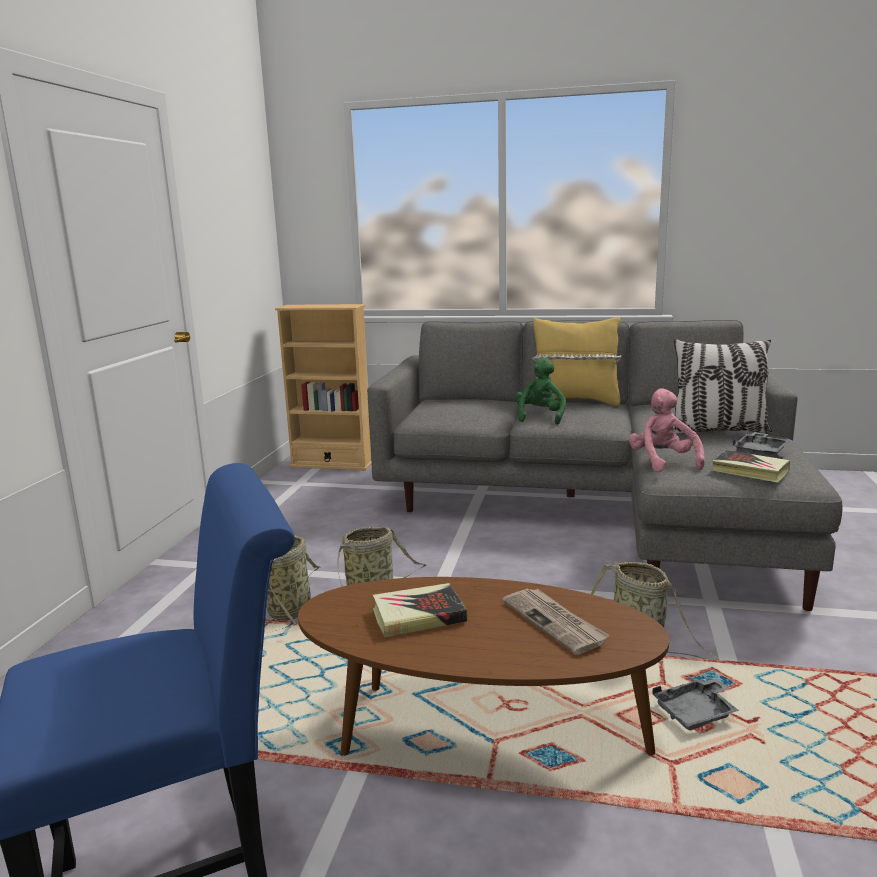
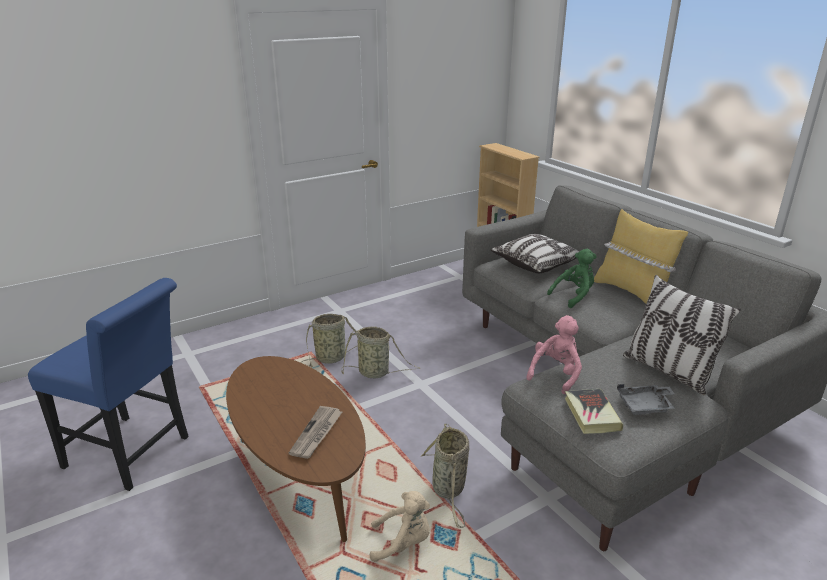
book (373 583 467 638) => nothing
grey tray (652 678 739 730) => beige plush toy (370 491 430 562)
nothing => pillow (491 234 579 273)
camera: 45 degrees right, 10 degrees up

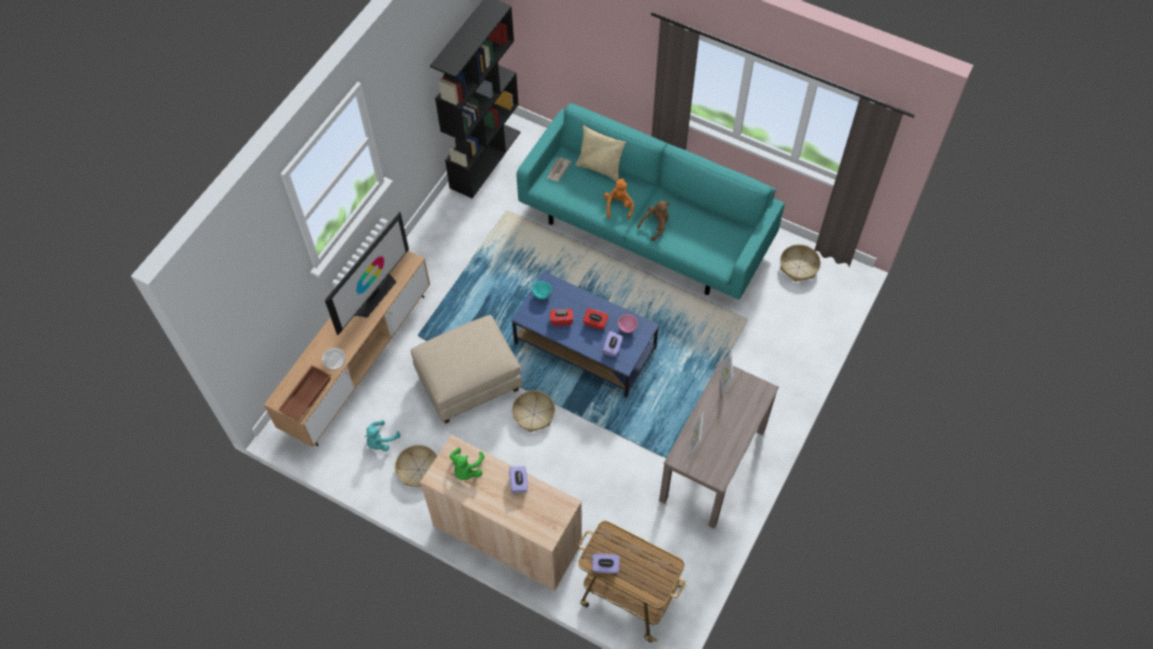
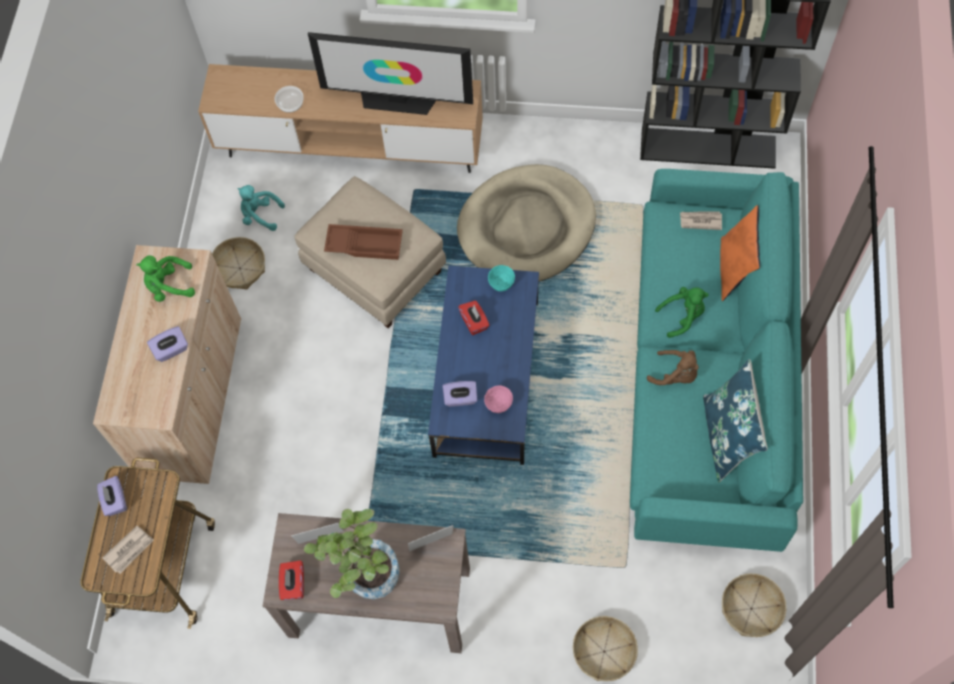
brown tray (278 365 331 421) => brown tray (324 224 403 260), relocated
basket (512 390 555 432) => basket (573 616 638 681), relocated
beige pillow (575 125 626 181) => orange pillow (720 205 760 301)
red tissue box (583 308 609 330) => red tissue box (279 560 304 600), relocated
orange plush toy (604 178 634 219) => green plush toy (655 287 709 338)
nothing => newspaper (102 526 154 574)
nothing => potted plant (304 509 400 599)
nothing => beige dog bed (457 164 596 282)
nothing => blue pillow (703 359 768 483)
camera: 70 degrees right, 5 degrees up

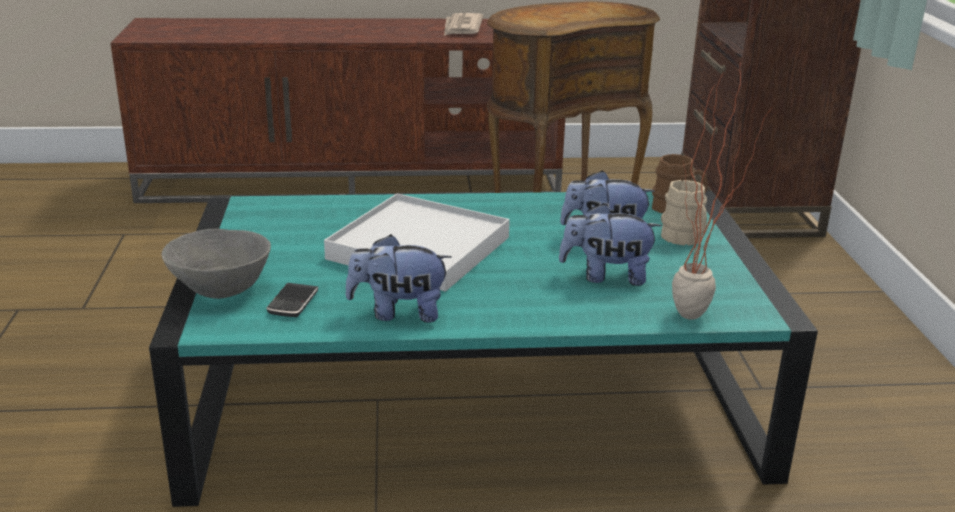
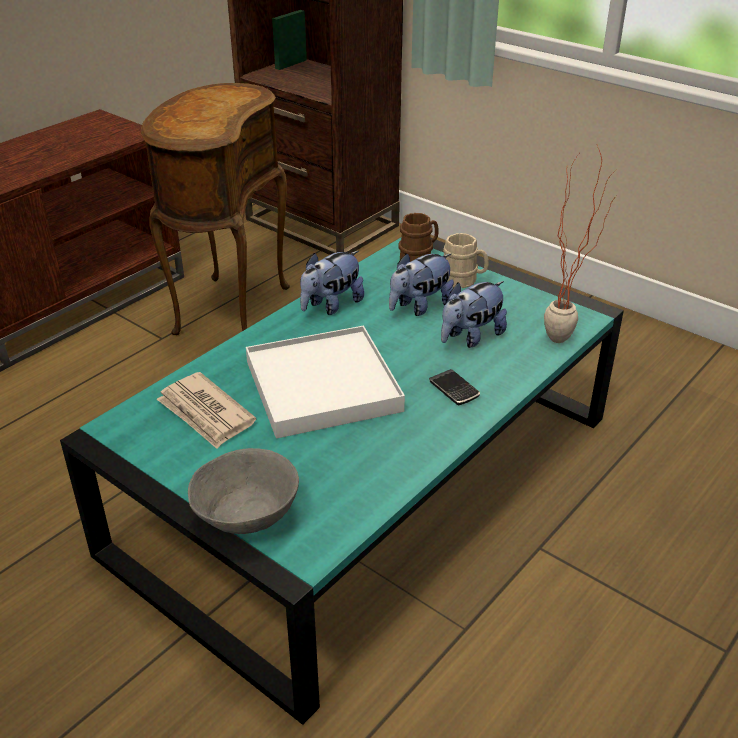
phone (266 283 318 317) => phone (429 369 480 405), relocated
plush toy (346 234 452 323) => plush toy (300 251 364 315), relocated
newspaper (444 13 483 36) => newspaper (157 372 256 449), relocated
camera: 45 degrees left, 10 degrees up

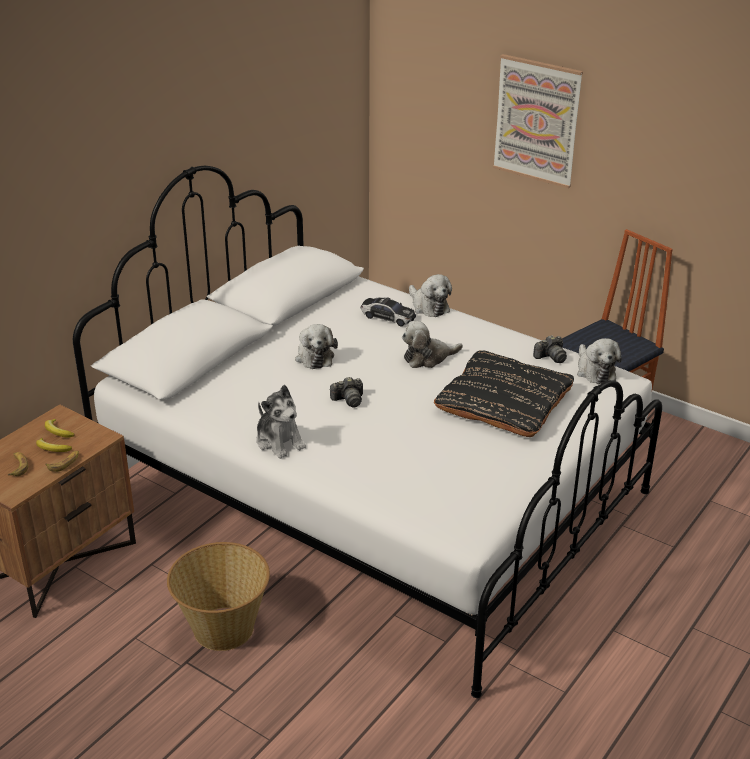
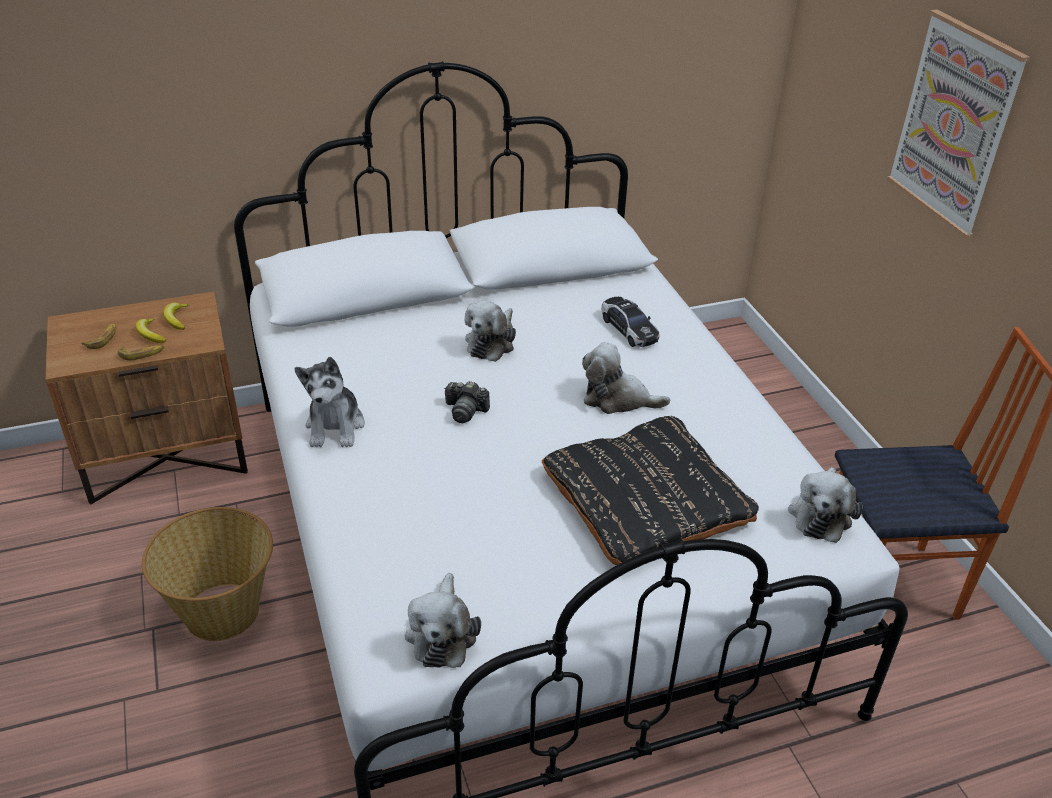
plush toy (409 274 452 317) => plush toy (405 573 481 668), relocated
photo camera (533 335 567 363) => nothing
camera: 35 degrees right, 5 degrees up

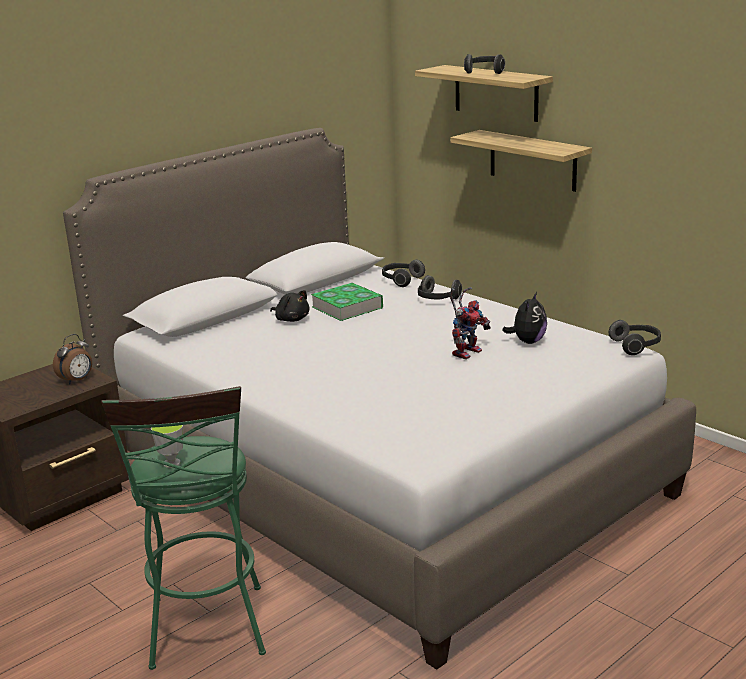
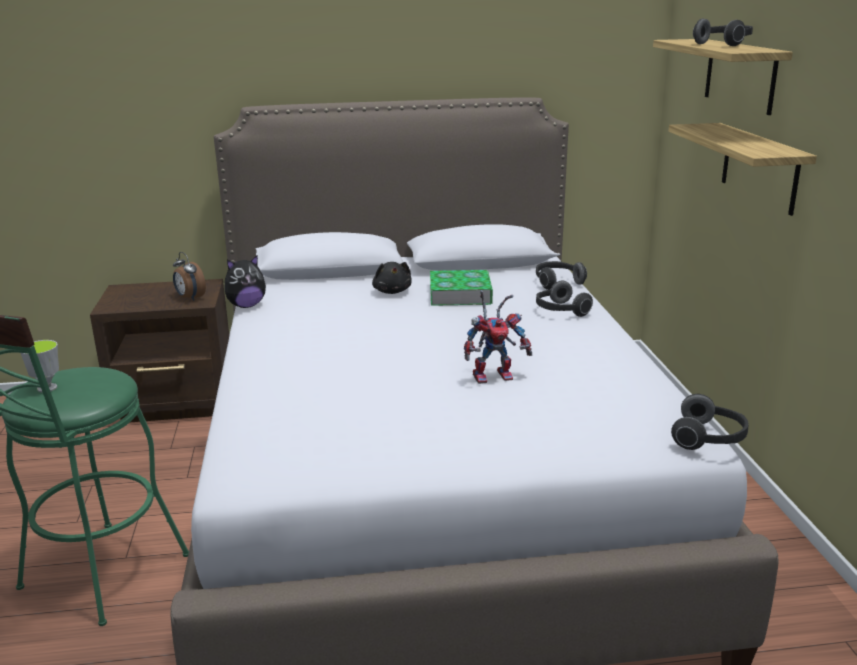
alarm clock (53 334 92 384) => alarm clock (173 252 206 301), 60 degrees clockwise
plush toy (502 292 547 344) => plush toy (224 255 266 308), relocated
camera: 35 degrees right, 0 degrees up

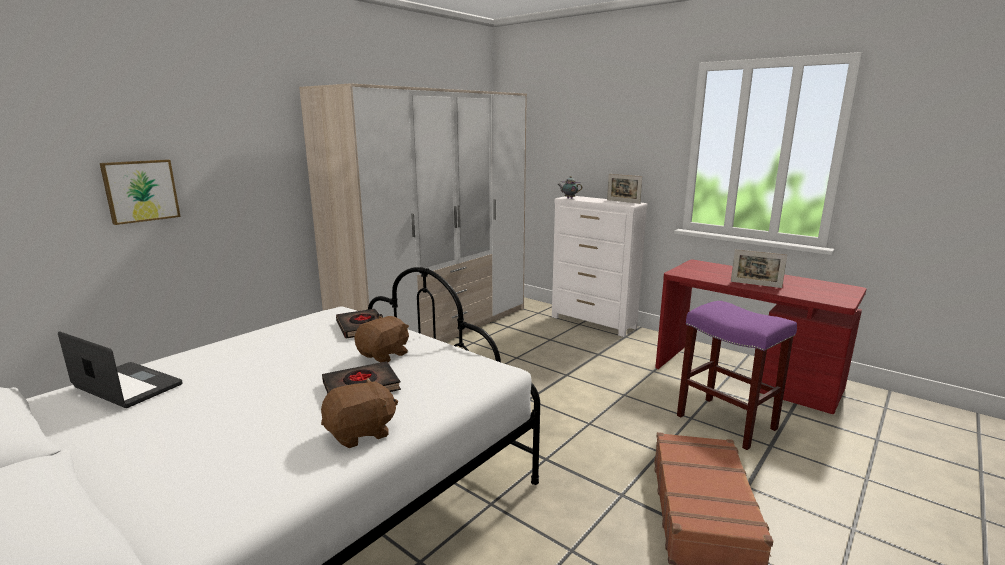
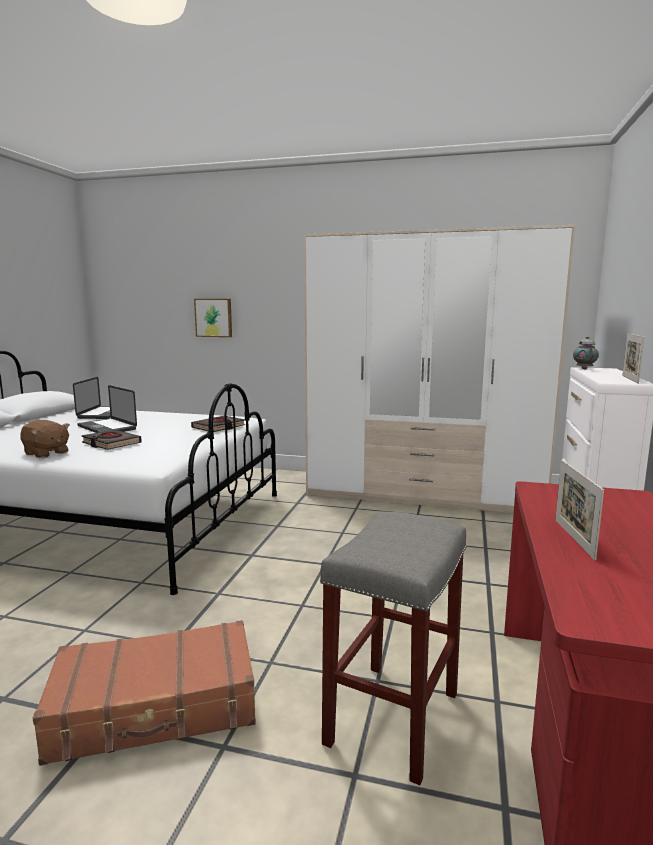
brown plush toy (354 316 409 362) => nothing
purple stool (677 301 797 450) => grey stool (320 511 467 785)
nothing => laptop (77 385 137 433)
camera: 65 degrees right, 5 degrees down

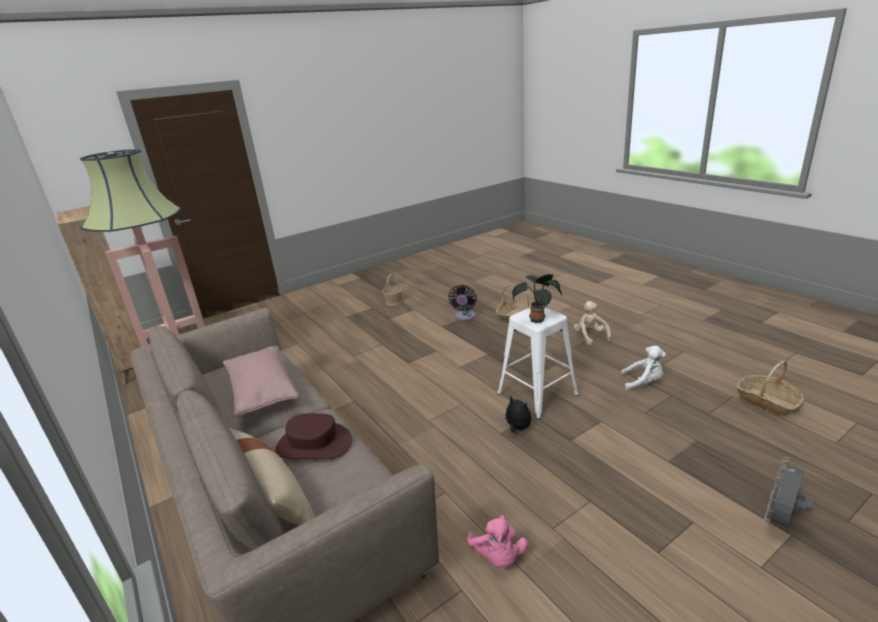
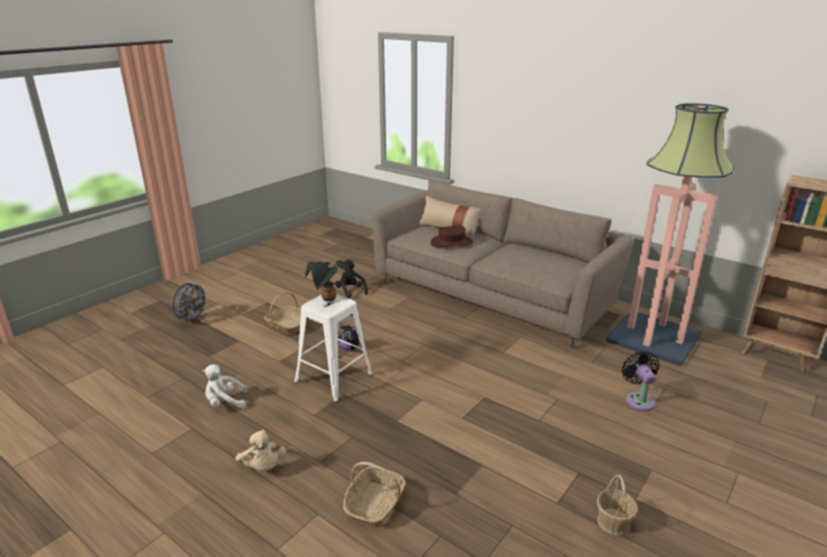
pink pillow (223 346 299 417) => nothing
black fan (448 285 477 321) => black fan (622 351 659 411), relocated
pink plush toy (467 515 528 568) => black plush toy (335 260 368 299)
basket (737 360 804 417) => basket (264 292 308 335), relocated
camera: 160 degrees right, 0 degrees up

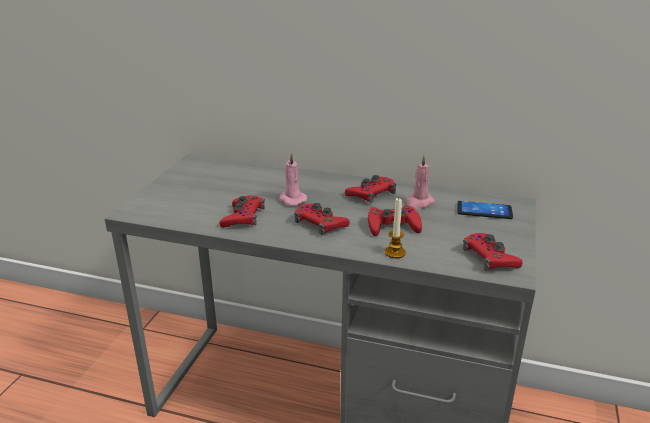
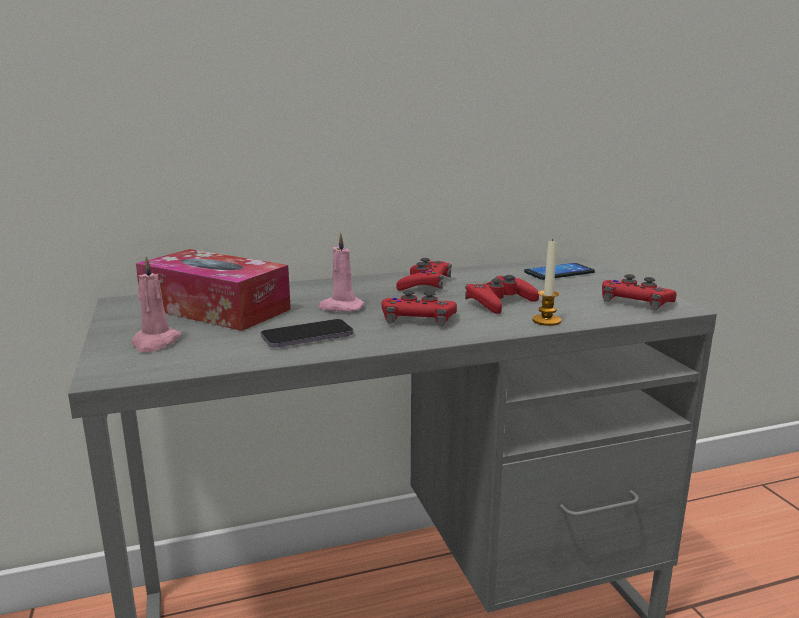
red game controller (219 195 265 228) => phone (261 319 354 347)
pink candle (406 155 435 209) => pink candle (131 256 182 352), relocated
nothing => tissue box (136 249 291 331)
camera: 35 degrees left, 10 degrees down

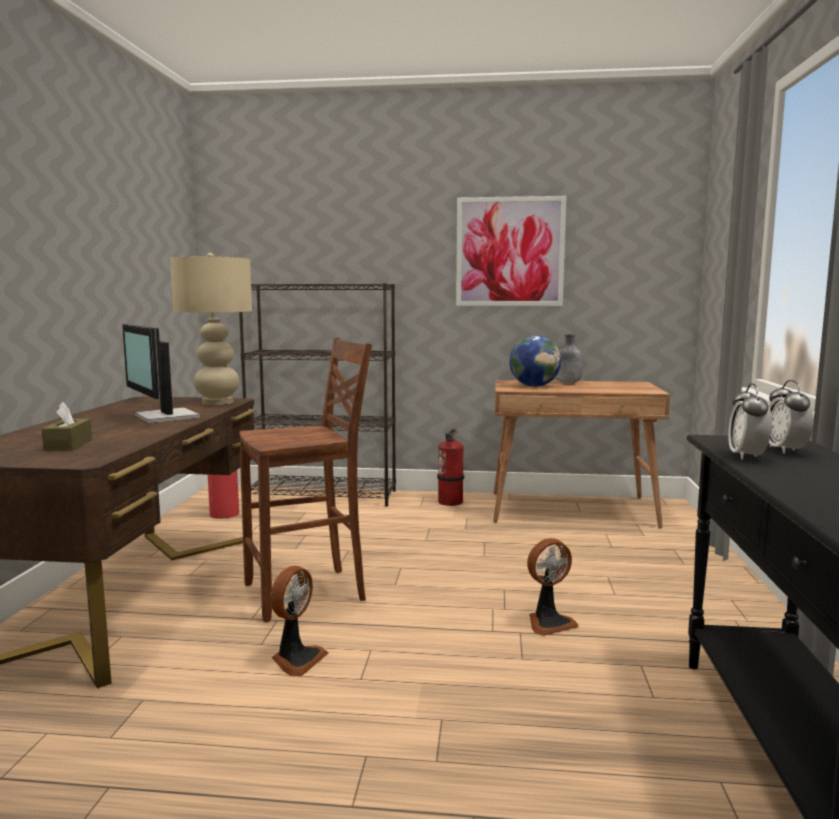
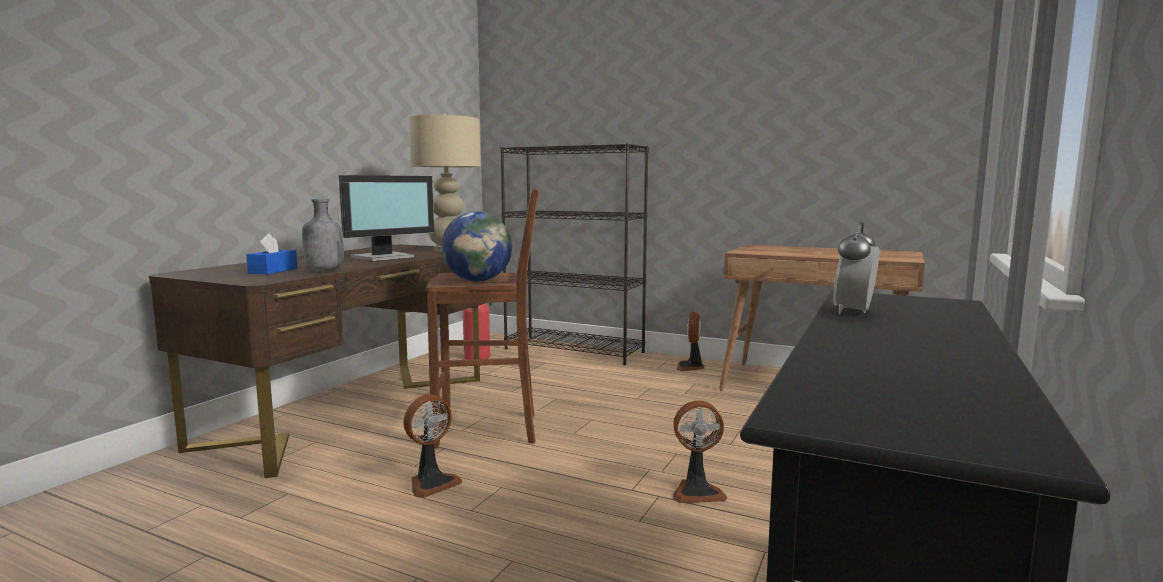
brown tissue box (42 402 92 451) => blue tissue box (246 234 298 274)
monitor (122 324 200 423) => monitor (339 175 434 261), 120 degrees counterclockwise
fire extinguisher (437 428 464 506) => fan (677 312 704 371)
picture (456 196 567 306) => nothing
globe (509 335 561 387) => globe (441 211 512 281), relocated
grey bottle (557 334 583 383) => grey bottle (302 199 344 272), relocated
alarm clock (769 380 814 454) => nothing
camera: 20 degrees right, 0 degrees up

